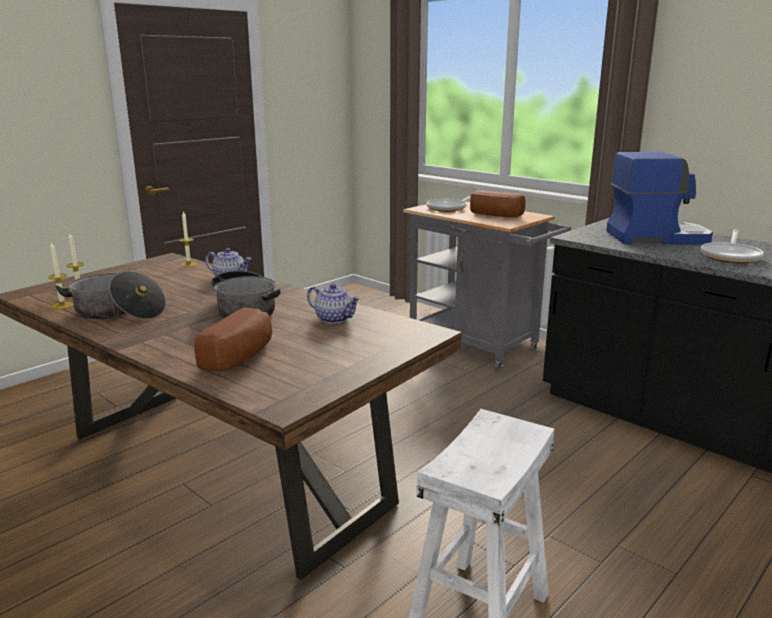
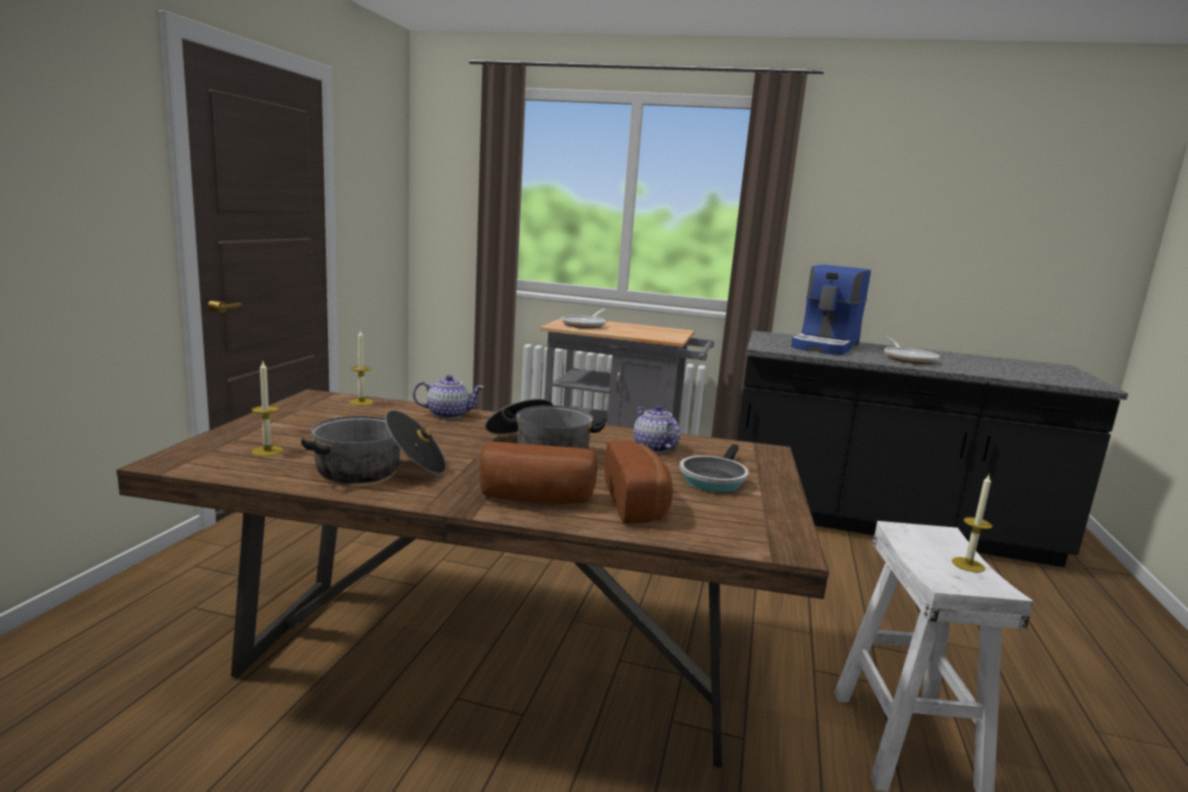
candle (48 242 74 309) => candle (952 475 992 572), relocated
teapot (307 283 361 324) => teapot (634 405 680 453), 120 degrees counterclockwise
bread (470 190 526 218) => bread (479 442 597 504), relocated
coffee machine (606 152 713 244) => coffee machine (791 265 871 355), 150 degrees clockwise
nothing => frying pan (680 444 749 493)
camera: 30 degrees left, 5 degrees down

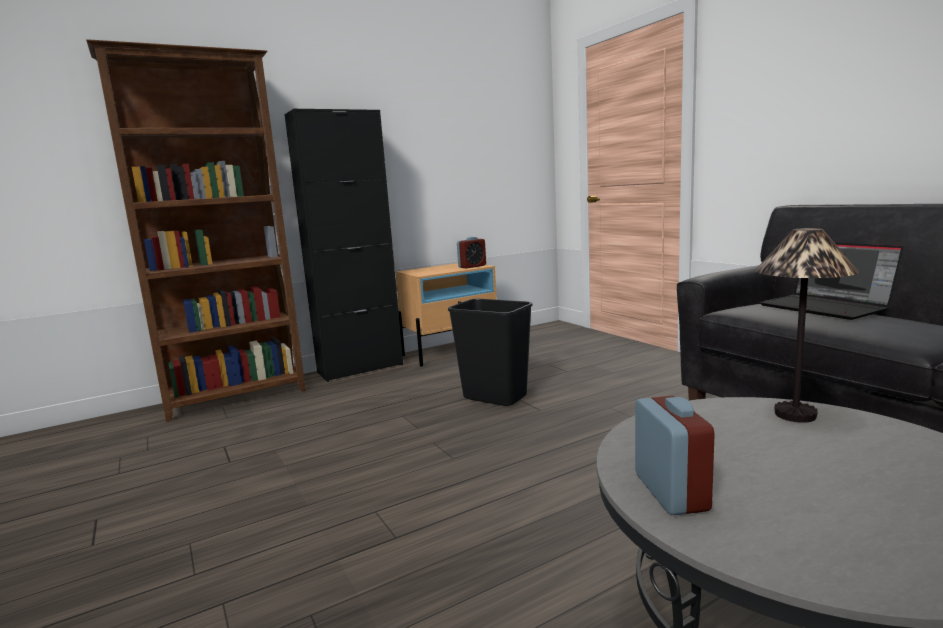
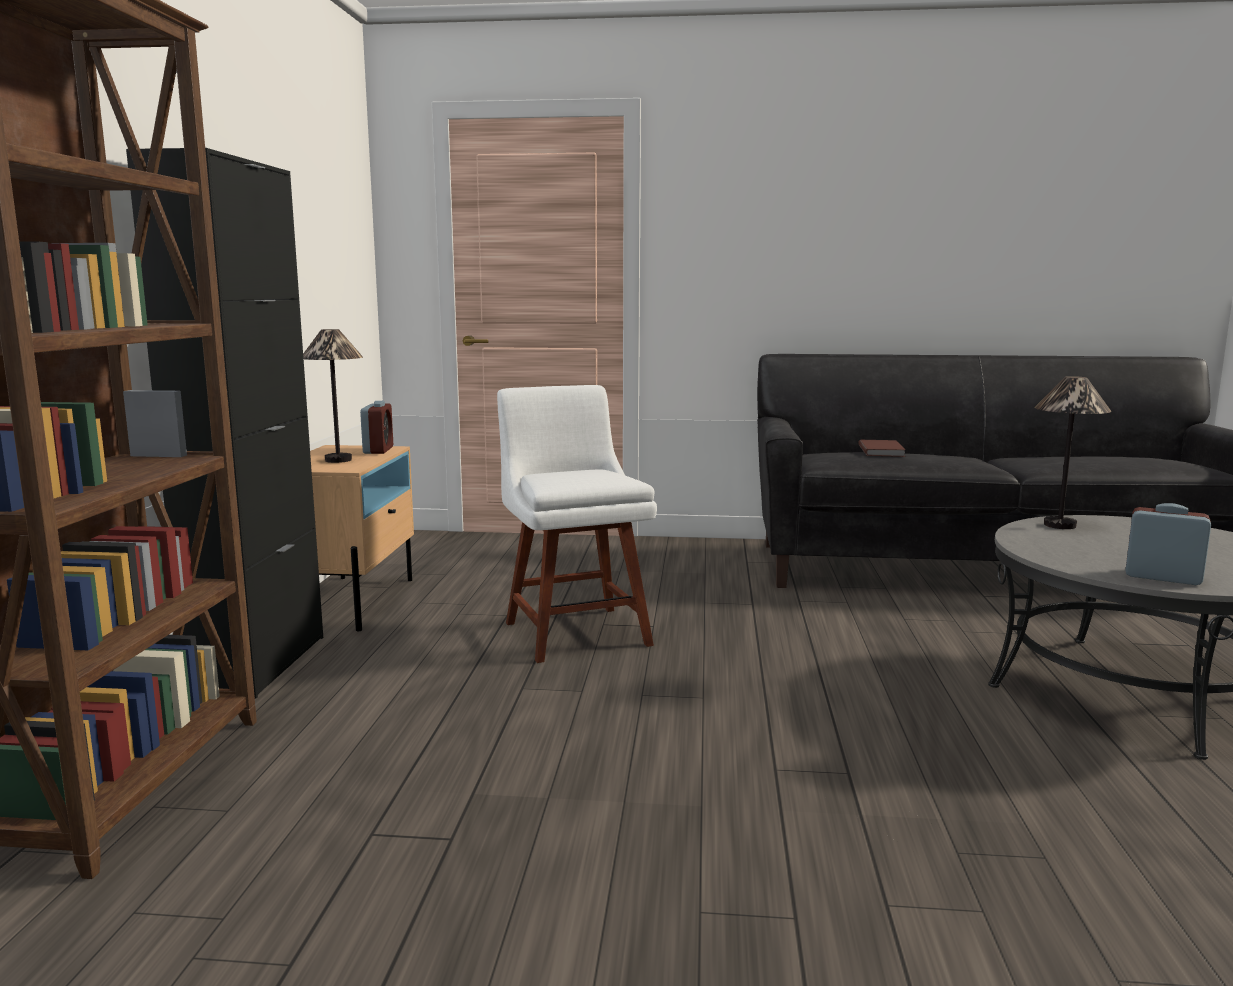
black trash can (448 299 532 406) => white chair (497 385 657 663)
laptop (760 242 904 320) => brown book (858 440 906 457)
nothing => table lamp (303 329 363 463)
camera: 55 degrees left, 0 degrees up

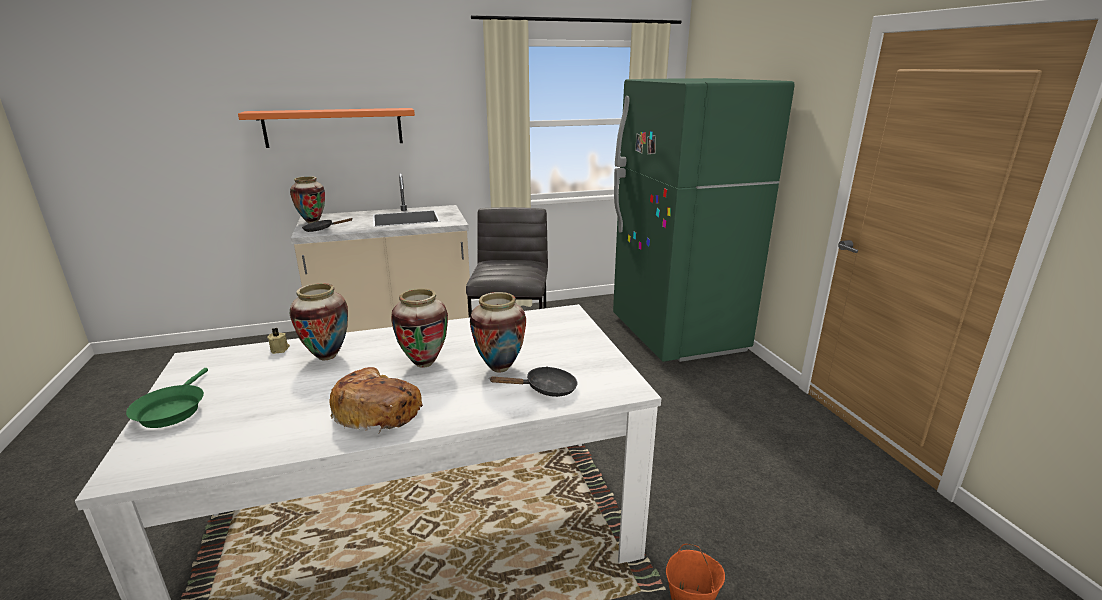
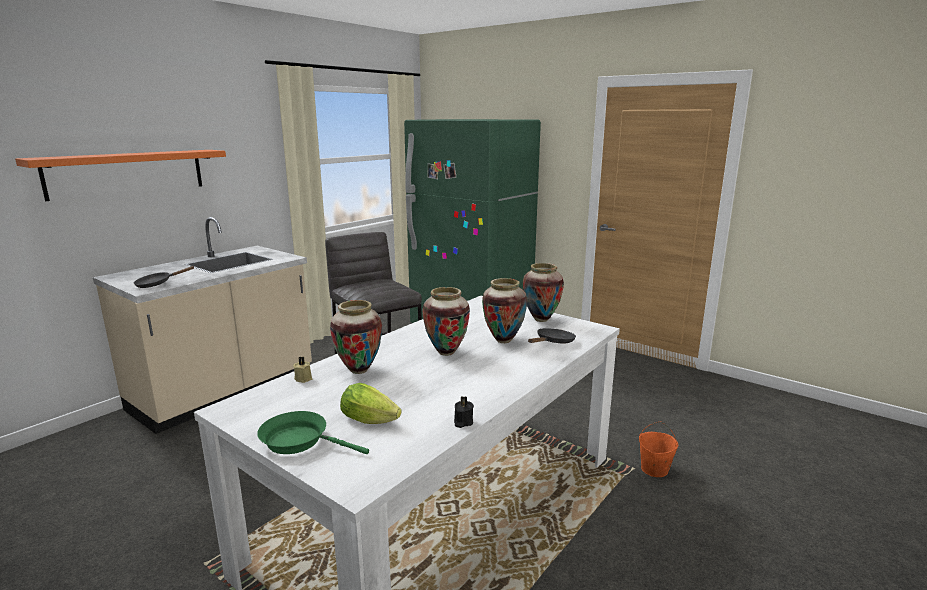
green frying pan (126 368 208 428) => green frying pan (257 411 369 454), 150 degrees clockwise
vase (290 176 325 223) => vase (523 263 564 322), relocated
bread (329 367 423 433) => nothing
nothing => lettuce (340 383 402 424)
nothing => black candle (454 396 474 428)
camera: 35 degrees left, 5 degrees down

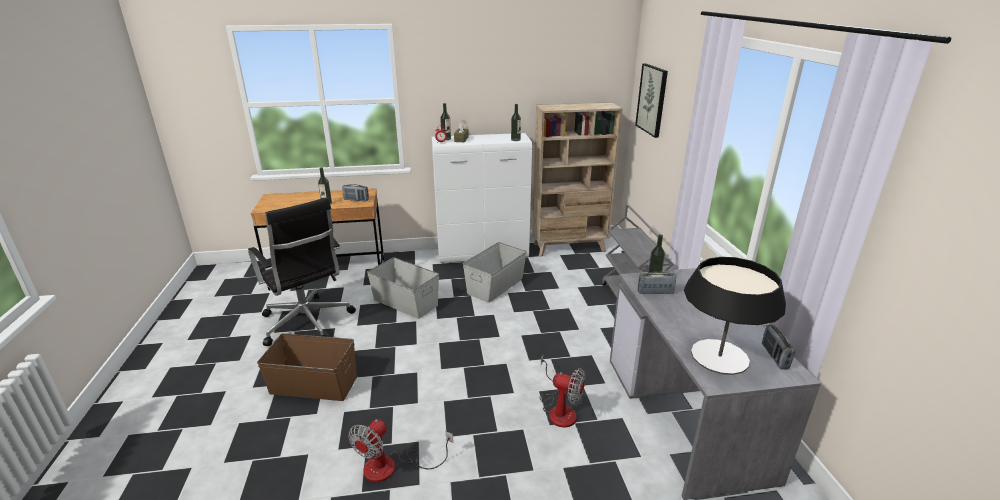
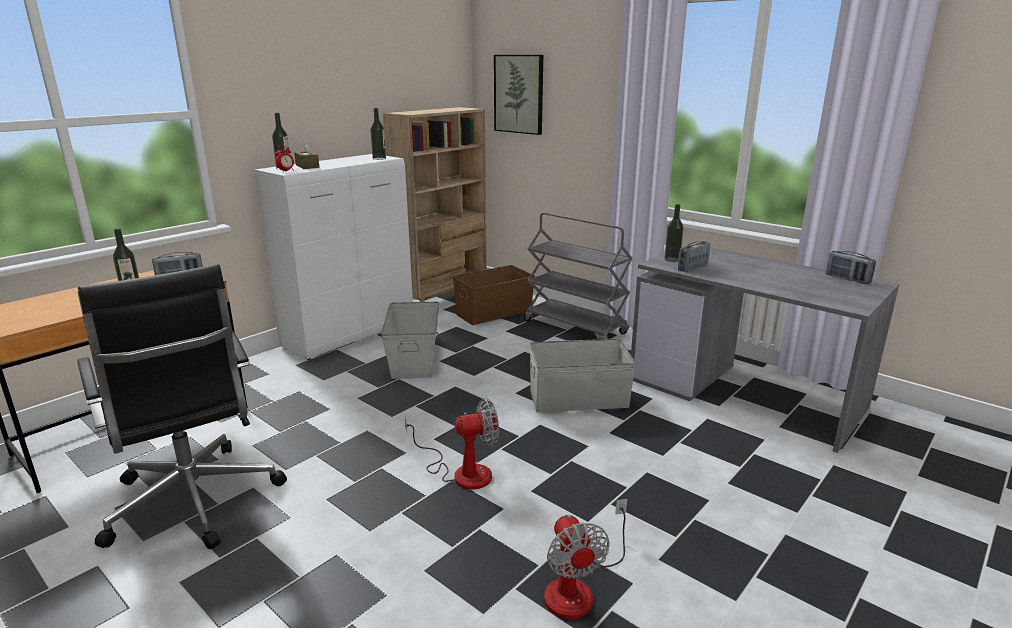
black office chair (248 197 356 346) => black office chair (77 264 287 549), 45 degrees clockwise
brown storage box (257 333 357 401) => brown storage box (453 265 535 325), relocated
grey storage box (367 257 439 319) => grey storage box (530 339 636 412), relocated
fan (540 354 586 428) => fan (405 398 499 489), relocated
table lamp (684 257 786 375) => nothing
camera: 40 degrees left, 5 degrees down

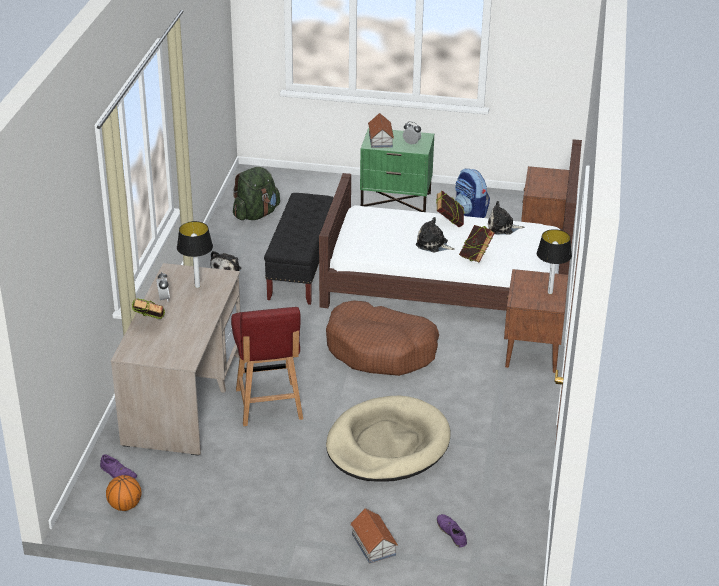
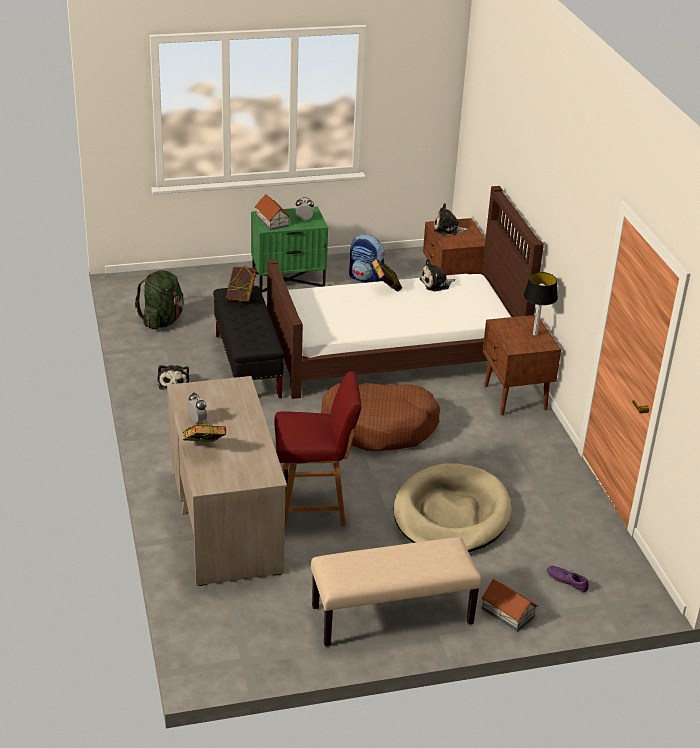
purple shoe (100 454 137 479) => nothing
basketball (106 475 141 511) => nothing
table lamp (177 221 213 288) => nothing
red chair (231 307 303 426) => red chair (275 371 361 527), 60 degrees counterclockwise
plush toy (416 217 455 253) => plush toy (434 203 469 235), relocated
book (459 225 495 263) => book (226 266 257 302), relocated
nothing => beige bench (311 537 482 647)
camera: 25 degrees left, 0 degrees up

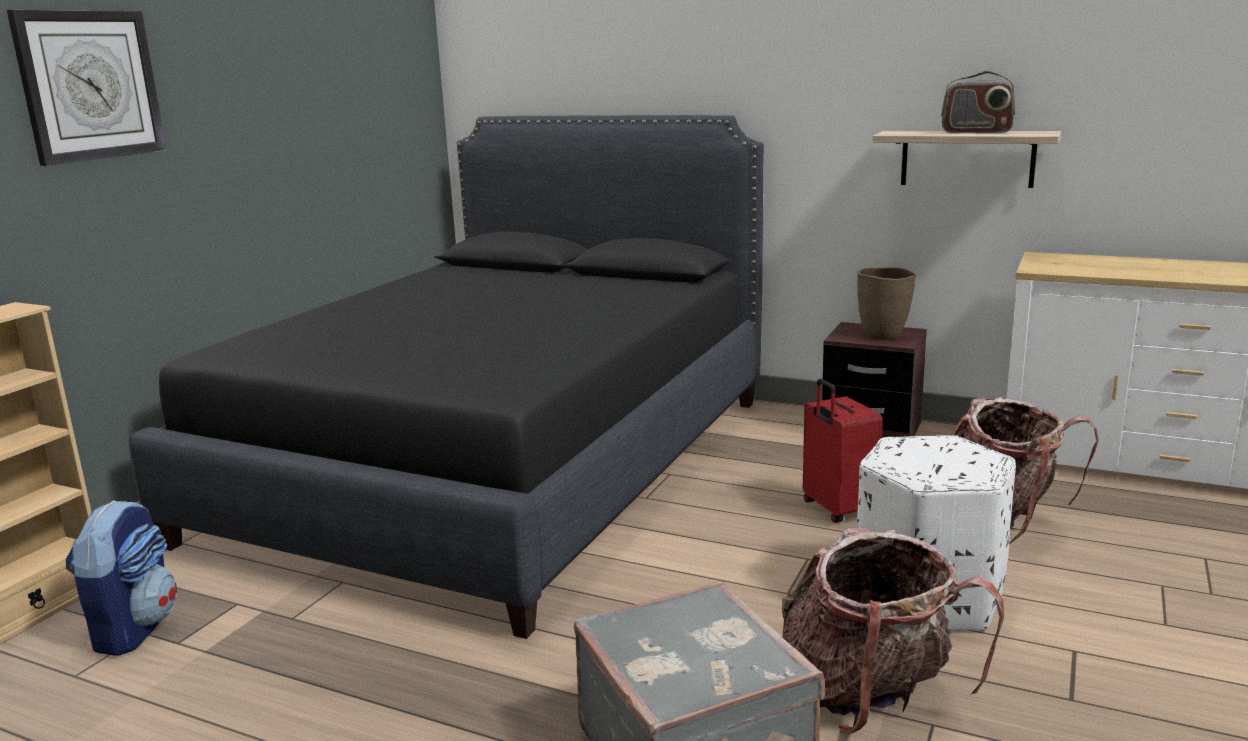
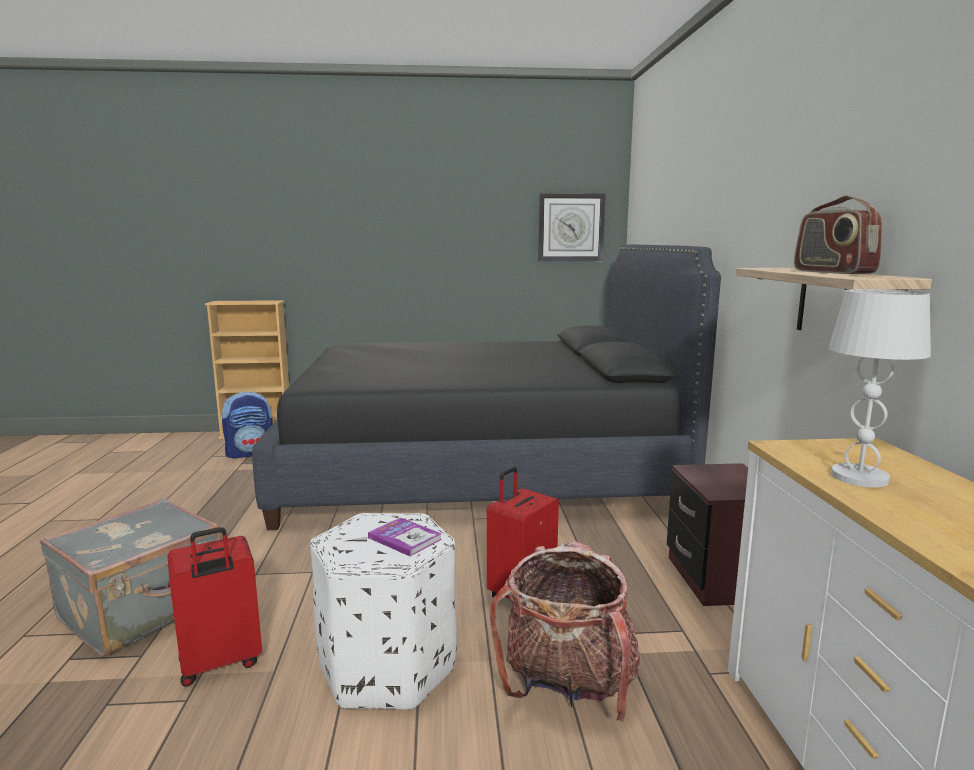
wall clock (7 10 166 166) => wall clock (538 193 606 261), relocated
backpack (782 528 1004 735) => red suitcase (168 527 262 687)
brown vase (858 267 916 340) => nothing
nothing => book (368 517 442 556)
nothing => white table lamp (829 289 931 488)
camera: 60 degrees right, 5 degrees down

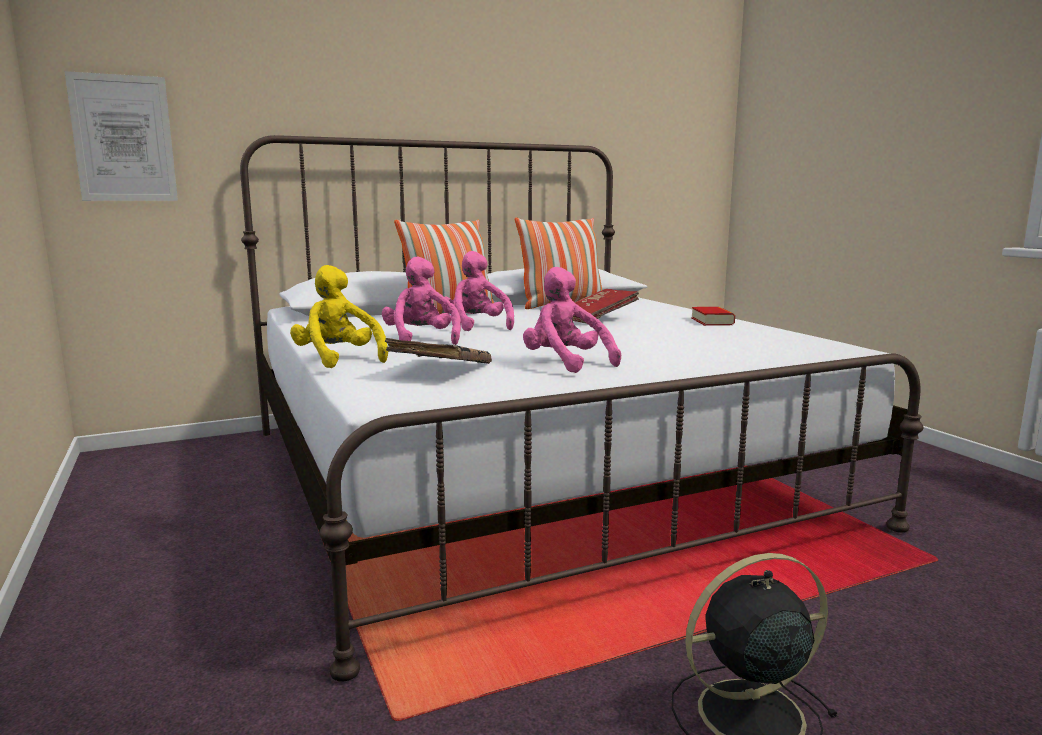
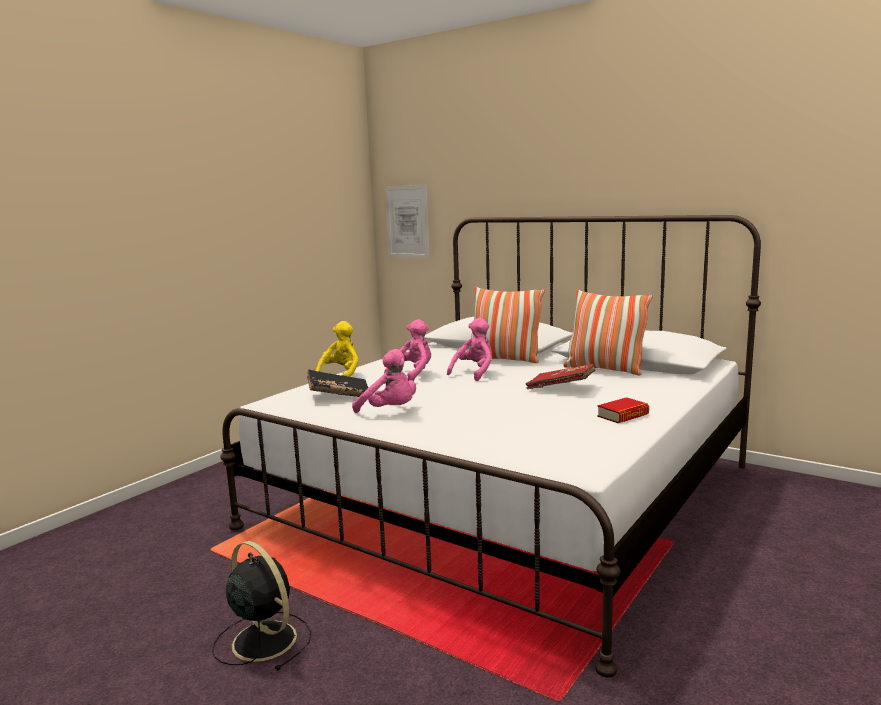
pink plush toy (523 267 621 373) => pink plush toy (352 349 416 413), 105 degrees clockwise
camera: 60 degrees right, 0 degrees up

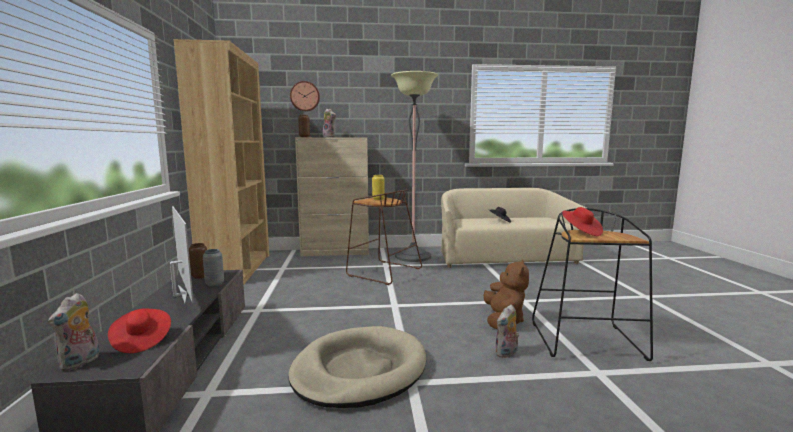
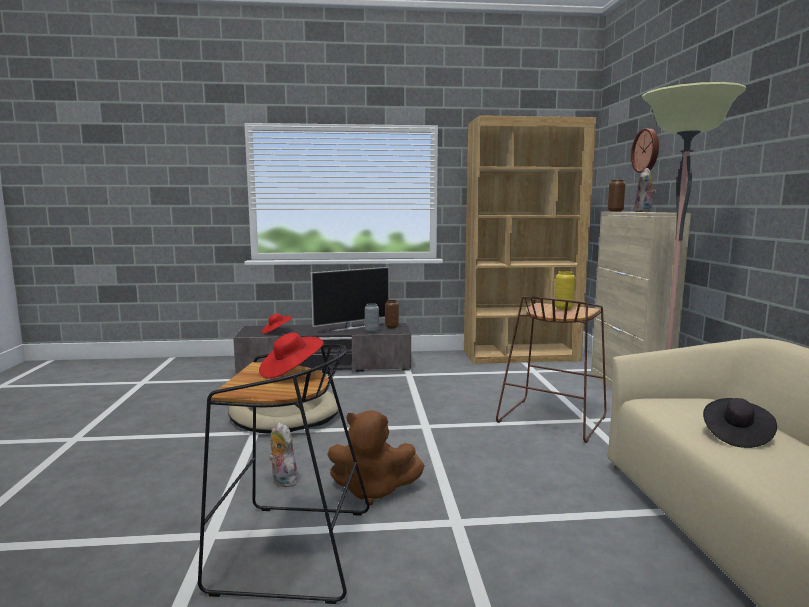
plush toy (48 293 100 371) => nothing
camera: 90 degrees right, 0 degrees up

